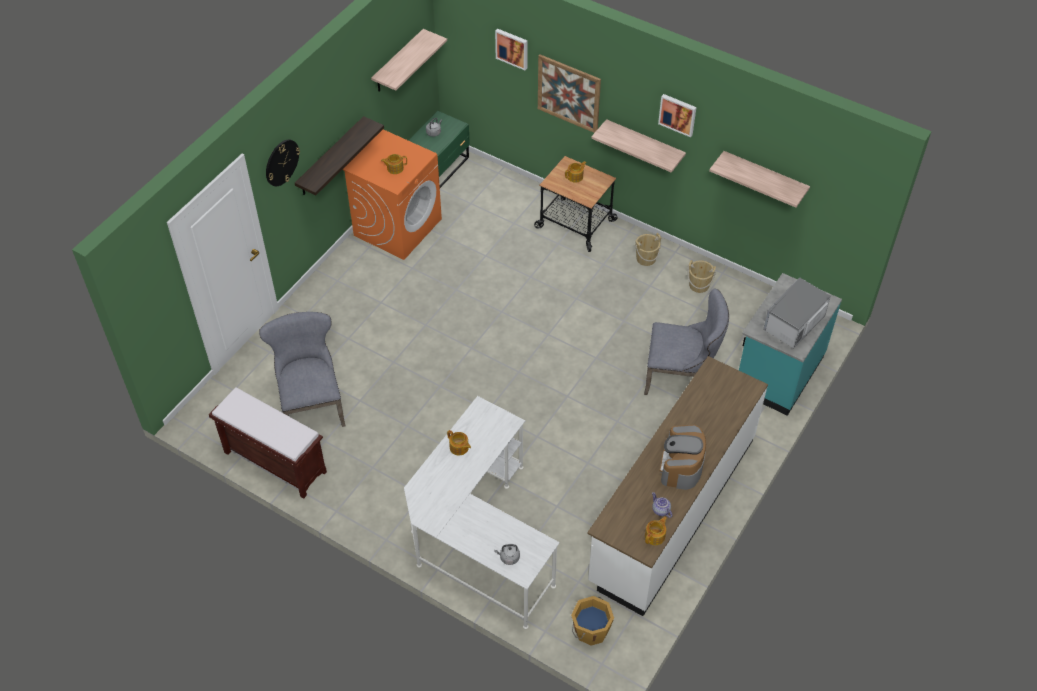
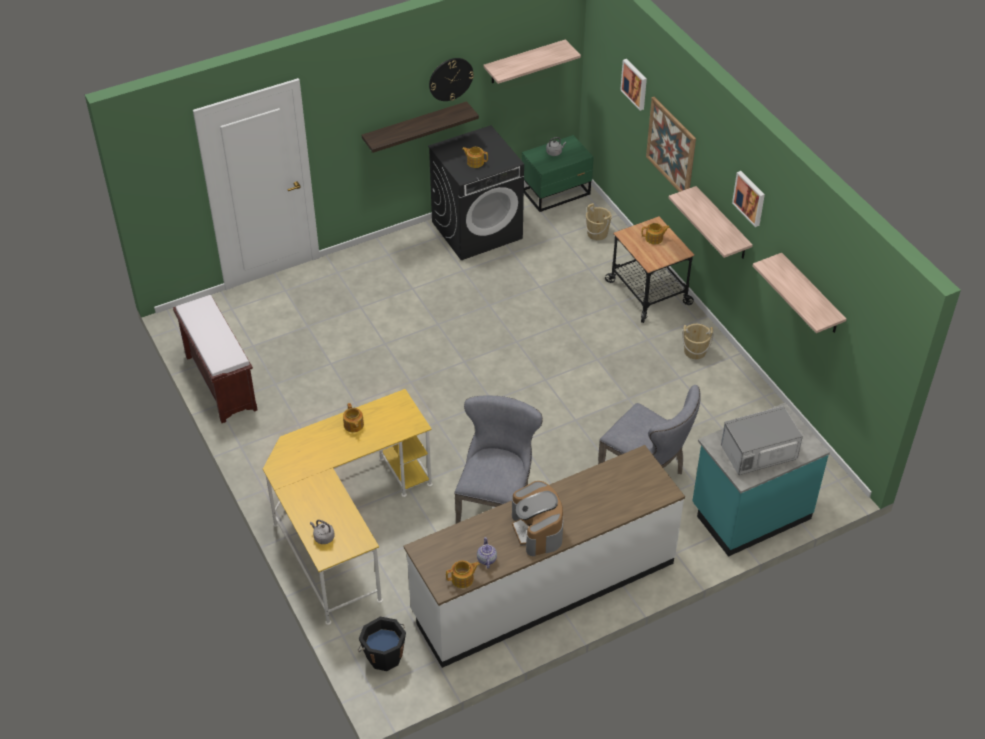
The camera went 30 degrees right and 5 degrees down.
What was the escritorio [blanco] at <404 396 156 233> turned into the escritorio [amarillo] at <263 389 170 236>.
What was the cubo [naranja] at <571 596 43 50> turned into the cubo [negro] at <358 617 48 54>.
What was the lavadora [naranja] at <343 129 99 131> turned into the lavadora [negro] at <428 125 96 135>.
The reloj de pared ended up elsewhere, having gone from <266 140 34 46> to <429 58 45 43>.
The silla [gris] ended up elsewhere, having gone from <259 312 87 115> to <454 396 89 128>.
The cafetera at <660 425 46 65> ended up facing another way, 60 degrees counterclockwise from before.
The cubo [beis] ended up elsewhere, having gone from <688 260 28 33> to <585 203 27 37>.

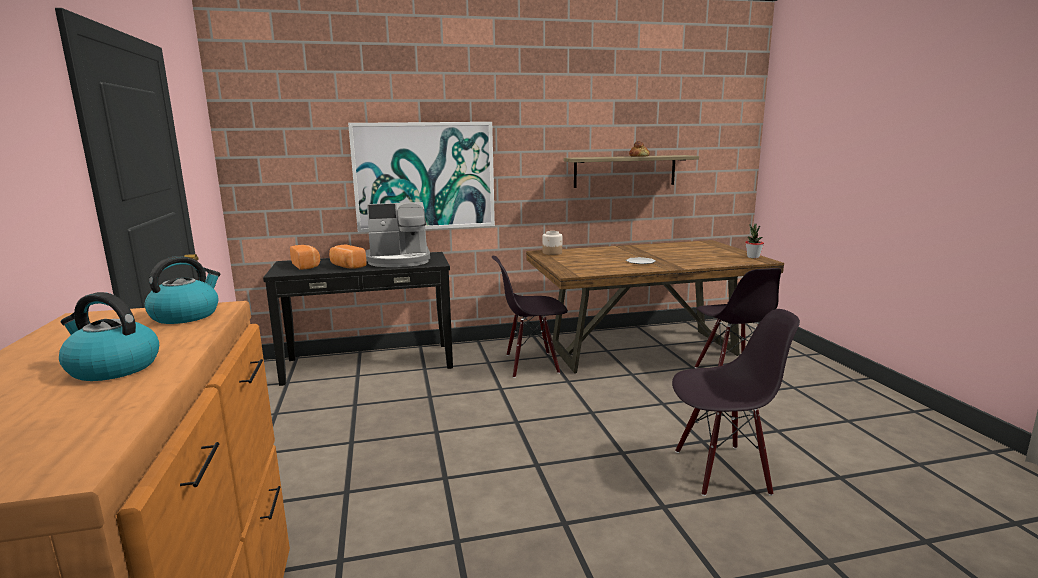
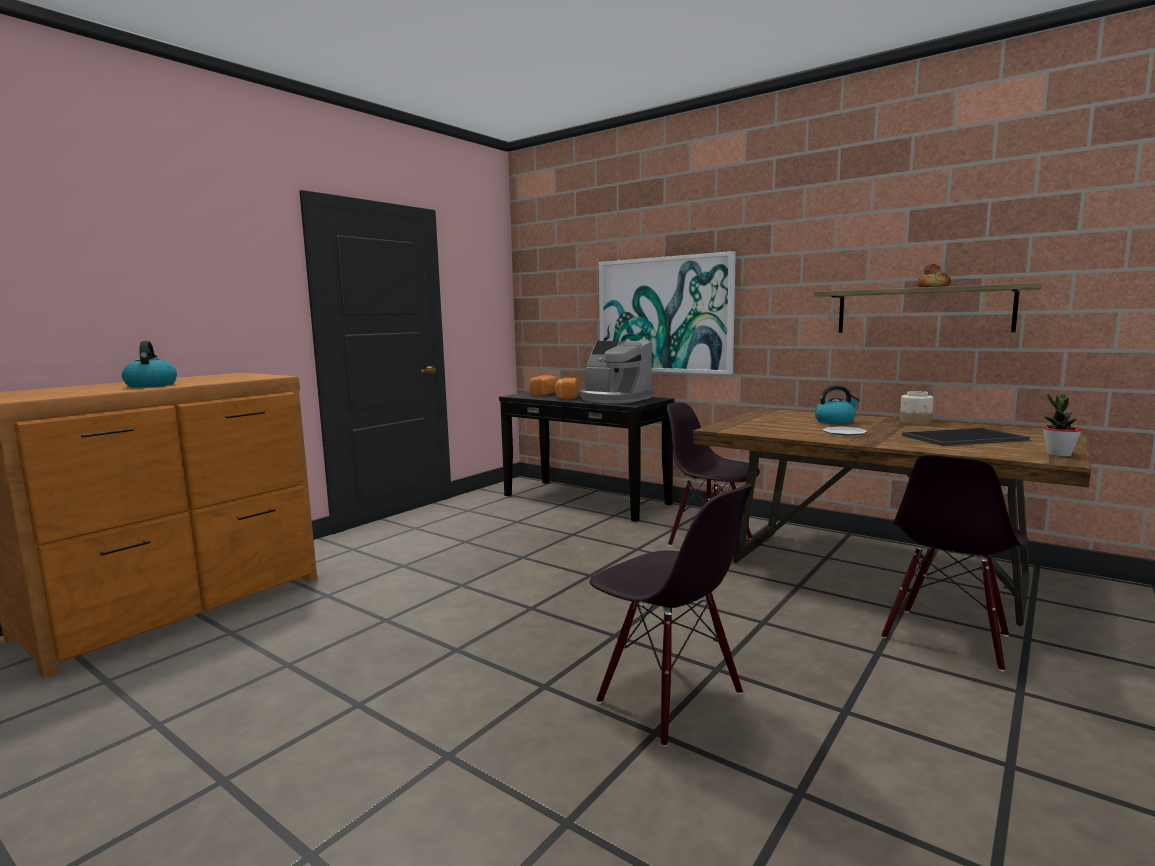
The camera went 50 degrees right and 5 degrees down.
The hervidor ended up elsewhere, having gone from <145 256 75 68> to <815 385 45 39>.
The tarro ended up elsewhere, having gone from <543 231 19 24> to <900 391 34 34>.
The second view gained the bandeja at <902 428 128 18>.

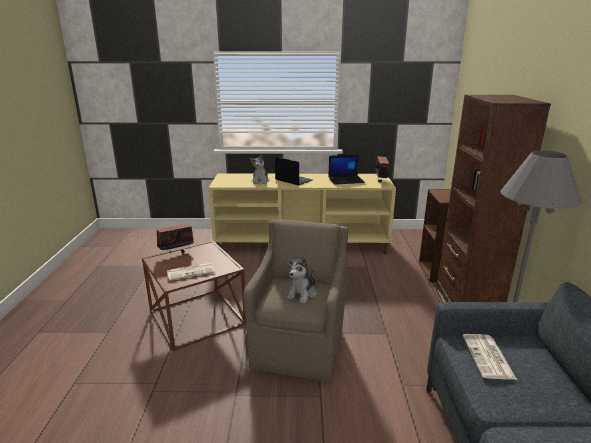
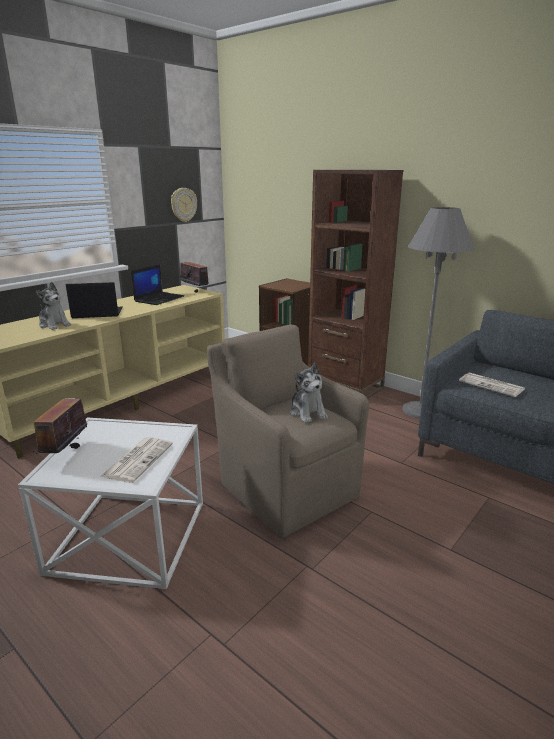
The camera went 50 degrees left and 0 degrees up.
What was the mesa auxiliar [marrón] at <142 241 104 110> turned into the mesa auxiliar [blanco] at <18 418 185 171>.
The second view gained the reloj de pared at <171 188 26 34>.

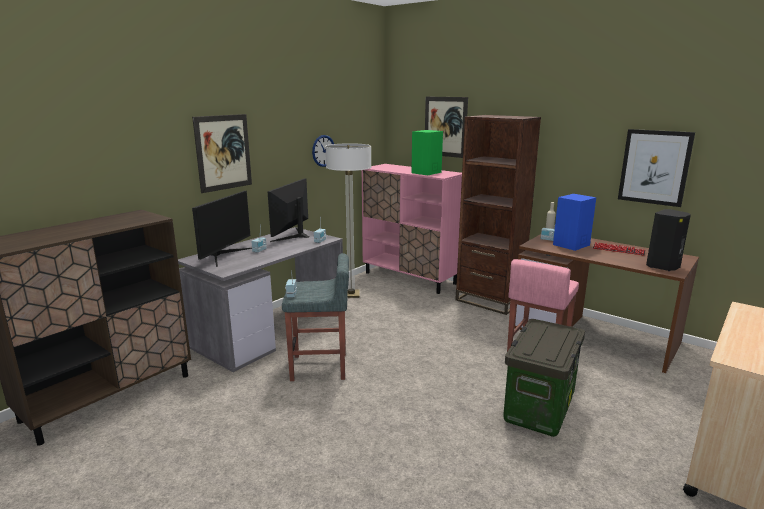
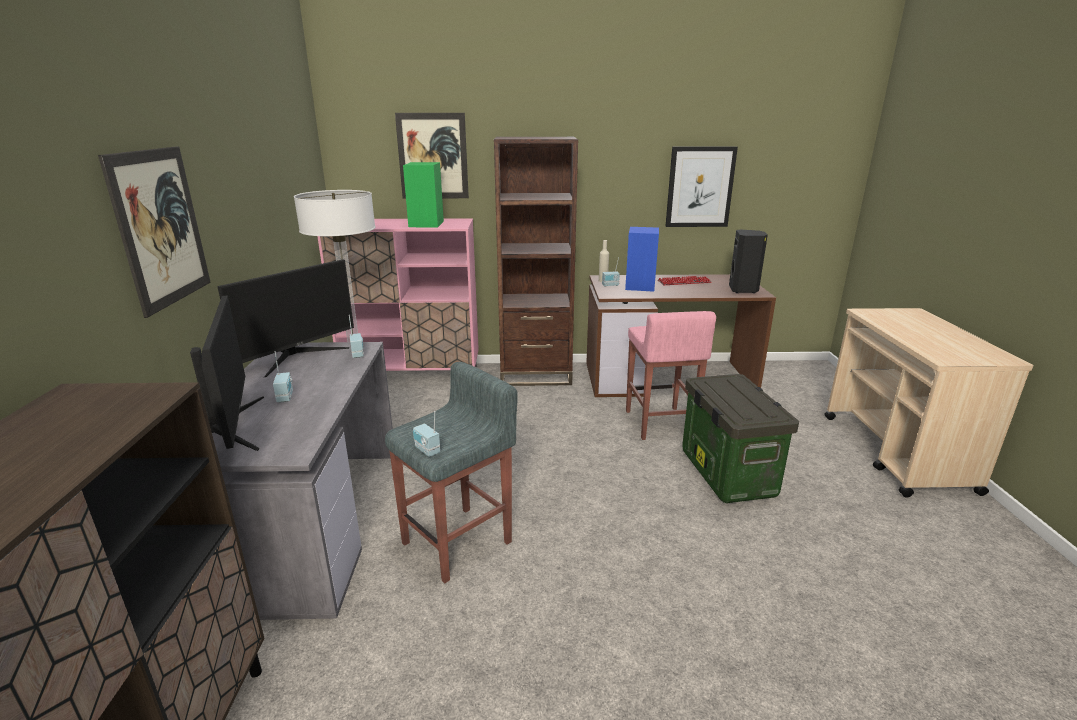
The camera went 40 degrees left and 5 degrees up.
The monitor at <268 178 41 64> ended up facing another way, 120 degrees counterclockwise from before.
The second view lost the reloj de pared at <312 135 22 32>.

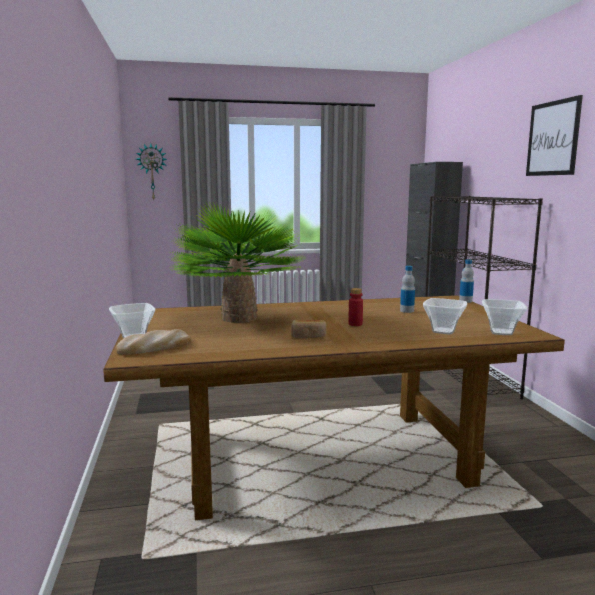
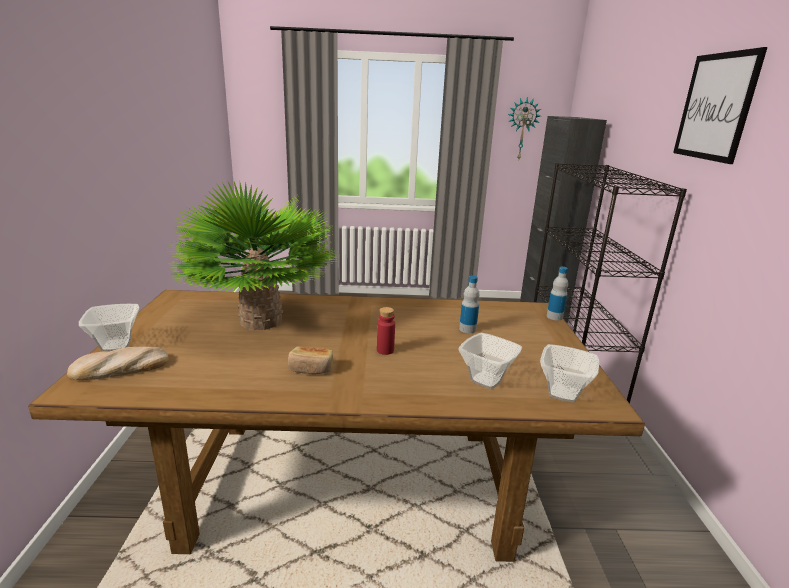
The camera went 10 degrees right and 10 degrees up.
The reloj de pared ended up elsewhere, having gone from <136 143 31 57> to <508 97 33 62>.

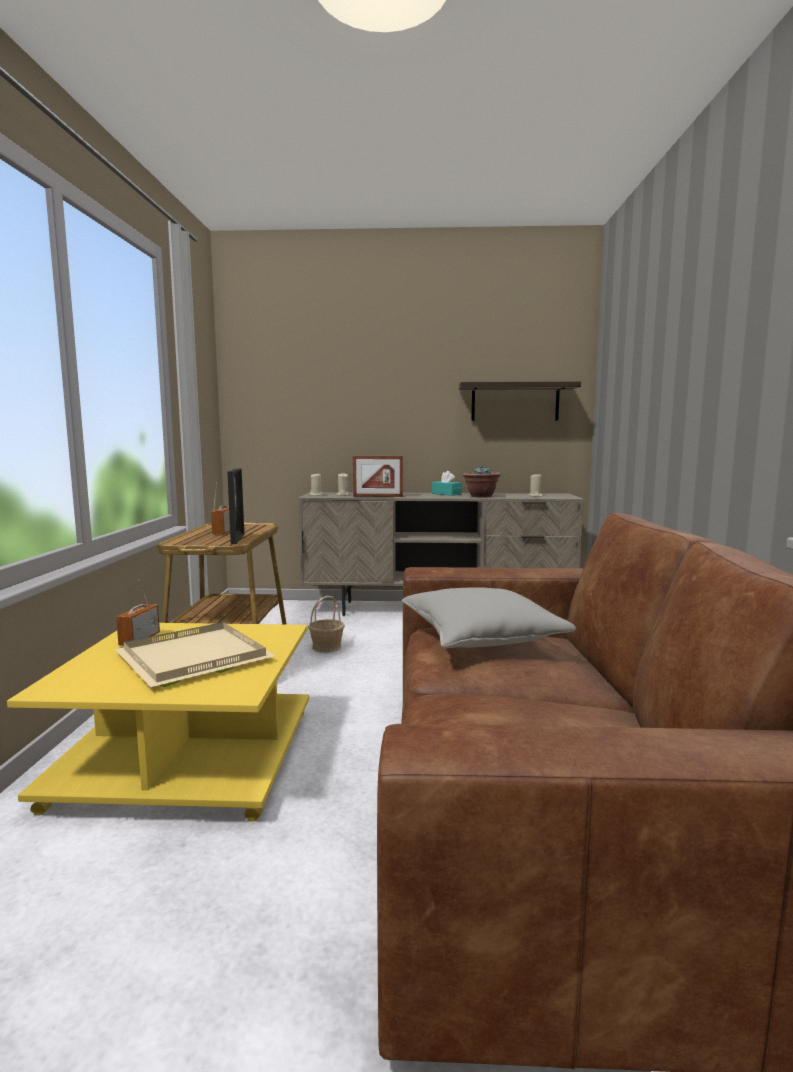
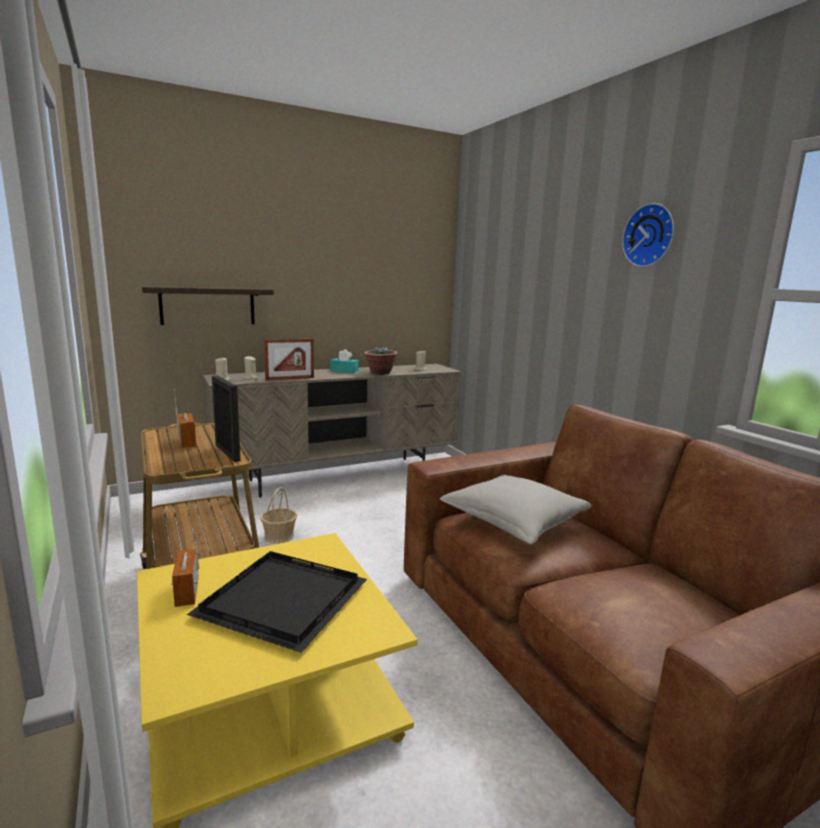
The camera went 30 degrees left and 5 degrees up.
The estante ended up elsewhere, having gone from <459 381 122 40> to <141 286 133 39>.
What was the bandeja [beis] at <115 622 160 65> turned into the bandeja [negro] at <187 551 180 102>.
The second view gained the reloj de pared at <622 203 52 64>.

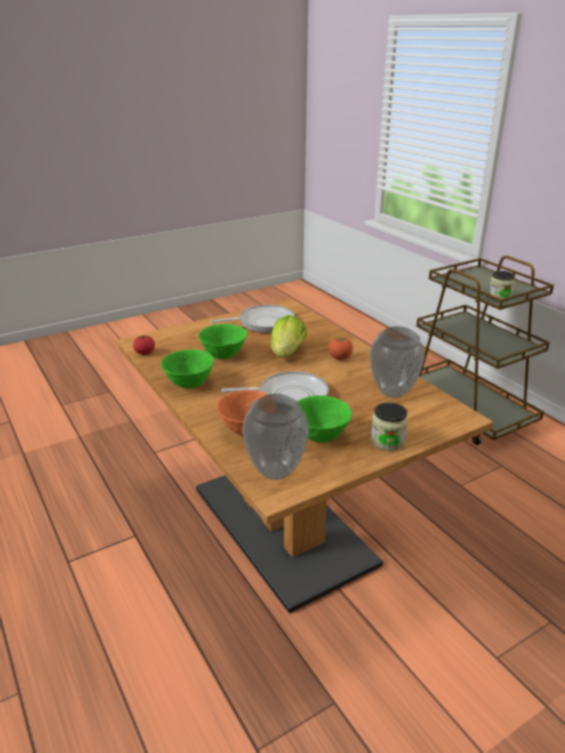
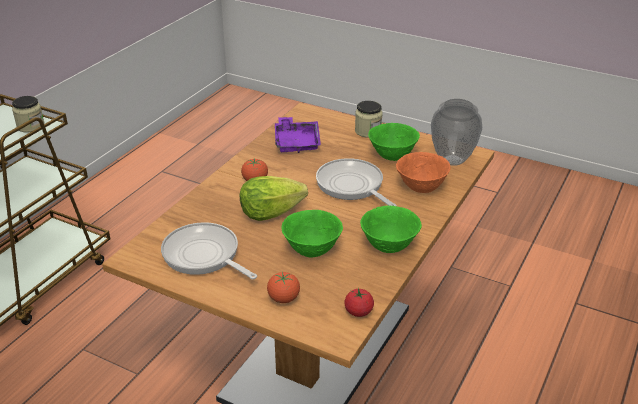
The camera went 120 degrees left and 5 degrees up.
The second view gained the tomate at <267 272 33 31>.
Where the florero stood at <369 327 56 71>, the bandeja [morado] came to stand at <275 117 46 36>.

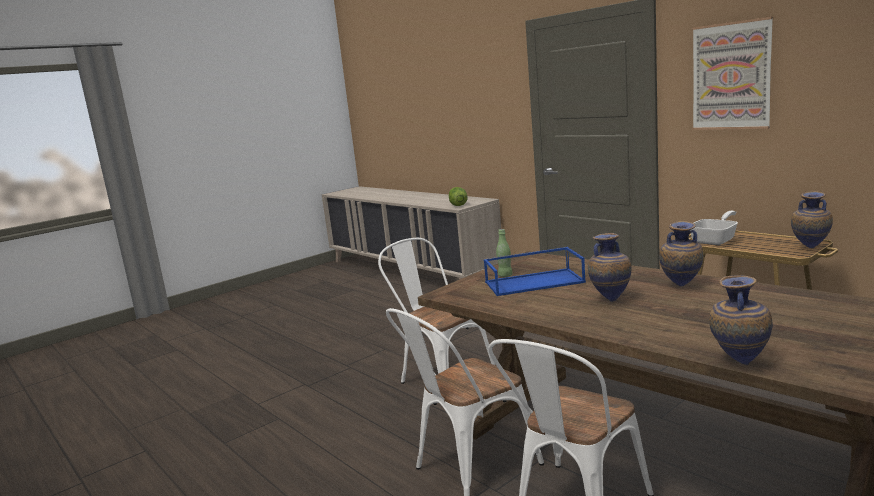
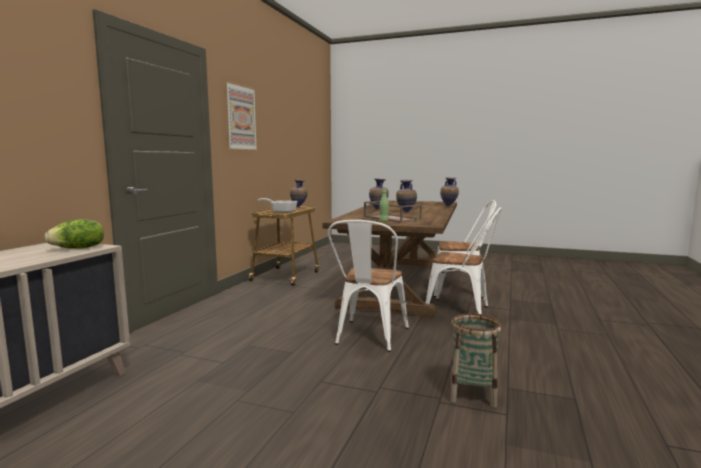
The camera went 120 degrees left and 5 degrees down.
What was the bandeja [azul] at <483 247 103 49> turned into the bandeja [marrón] at <364 201 58 22>.
The second view gained the cesta at <450 313 51 95>.

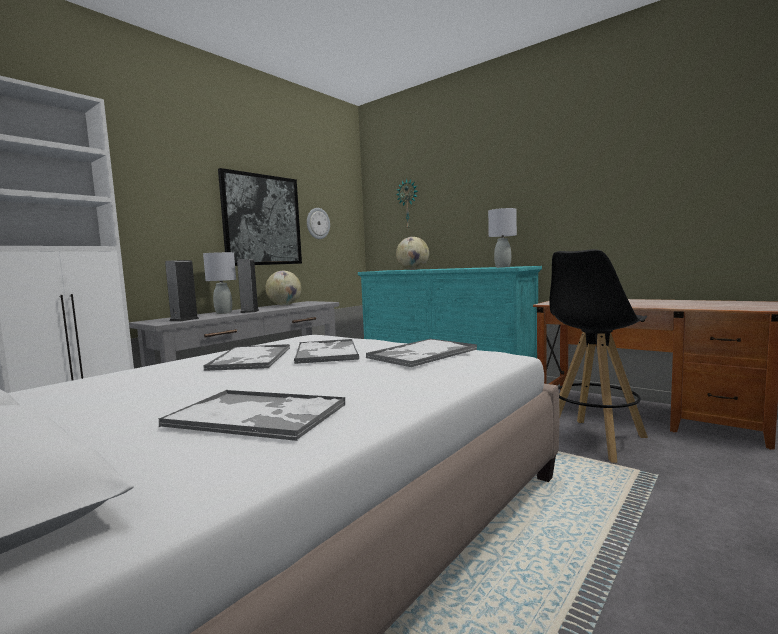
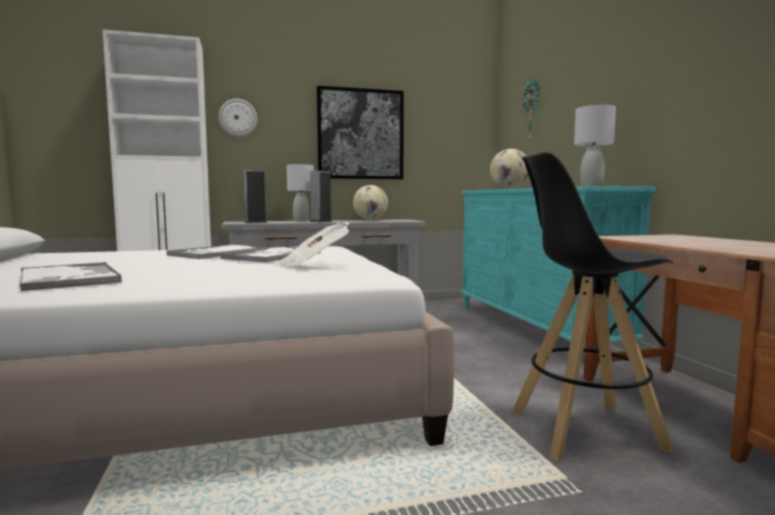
The camera went 35 degrees right and 0 degrees up.
The reloj de pared ended up elsewhere, having gone from <307 208 23 31> to <219 99 38 38>.
Where the bandeja stood at <366 339 111 28>, the periódico came to stand at <274 222 76 45>.

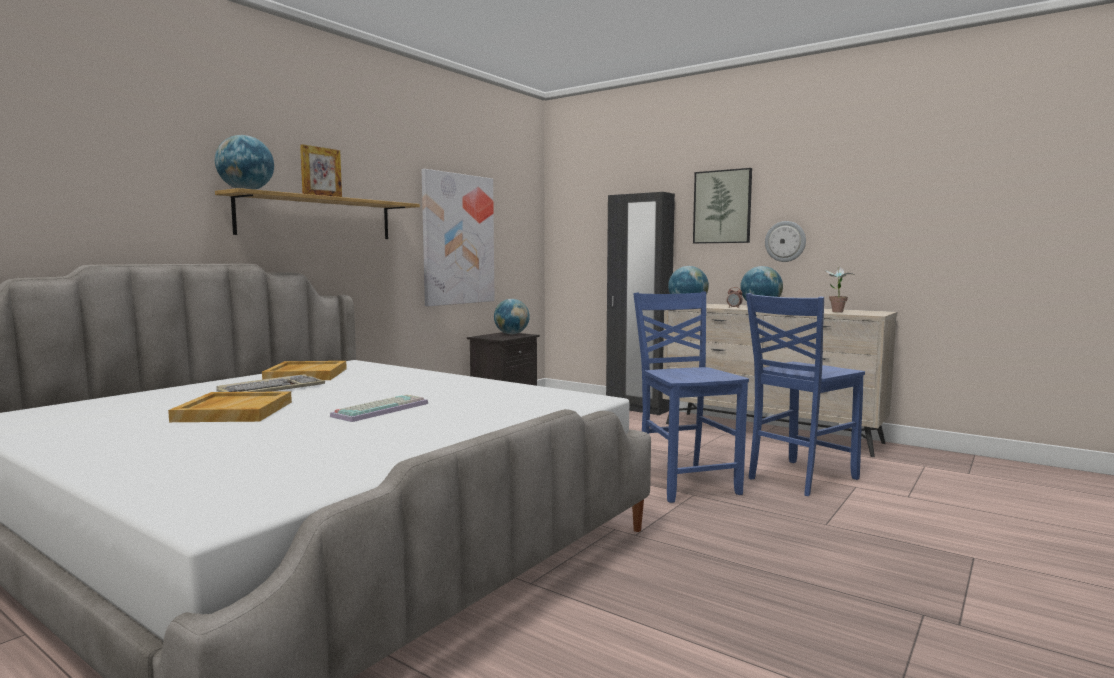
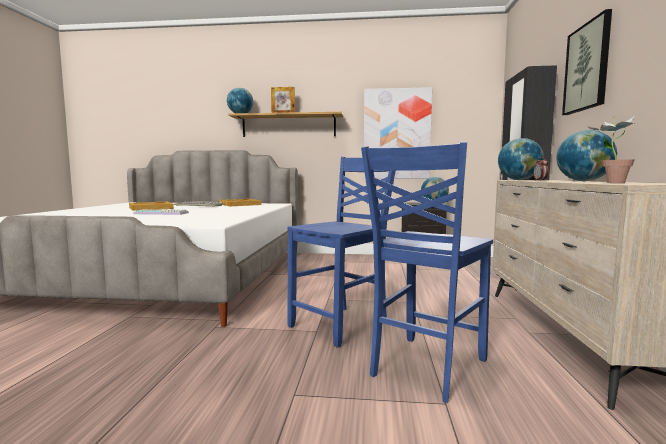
The camera went 60 degrees right and 0 degrees up.
The silla [azul] at <746 293 119 203> ended up facing another way, 75 degrees counterclockwise from before.
The second view lost the reloj de pared at <765 221 41 41>.

